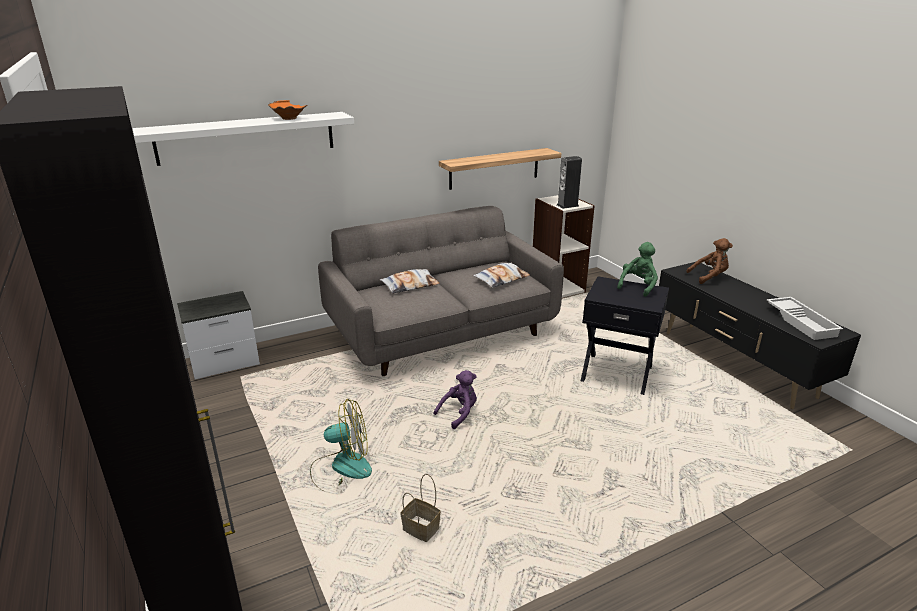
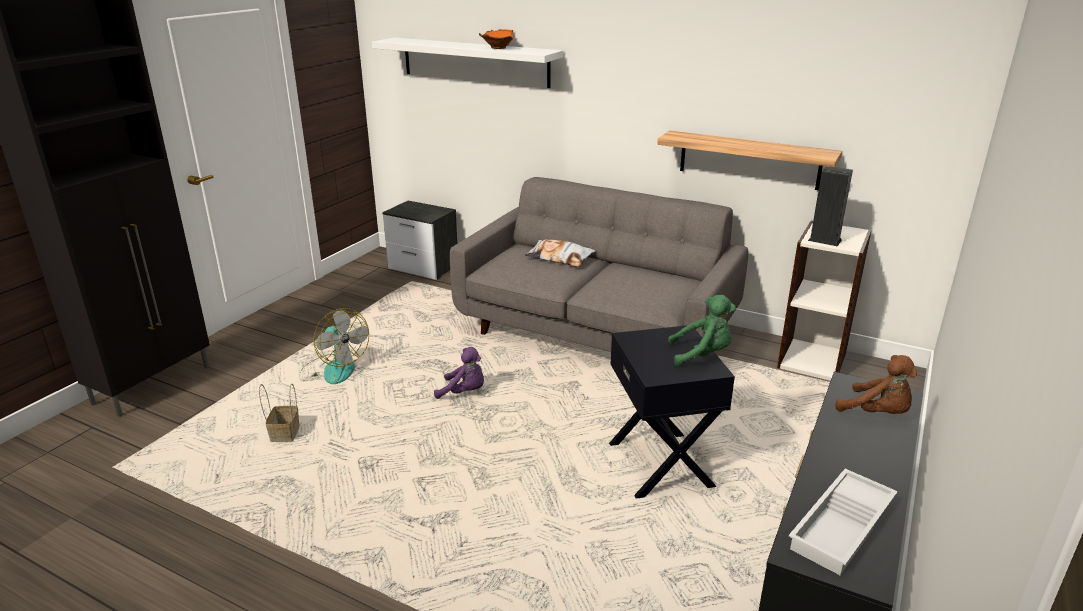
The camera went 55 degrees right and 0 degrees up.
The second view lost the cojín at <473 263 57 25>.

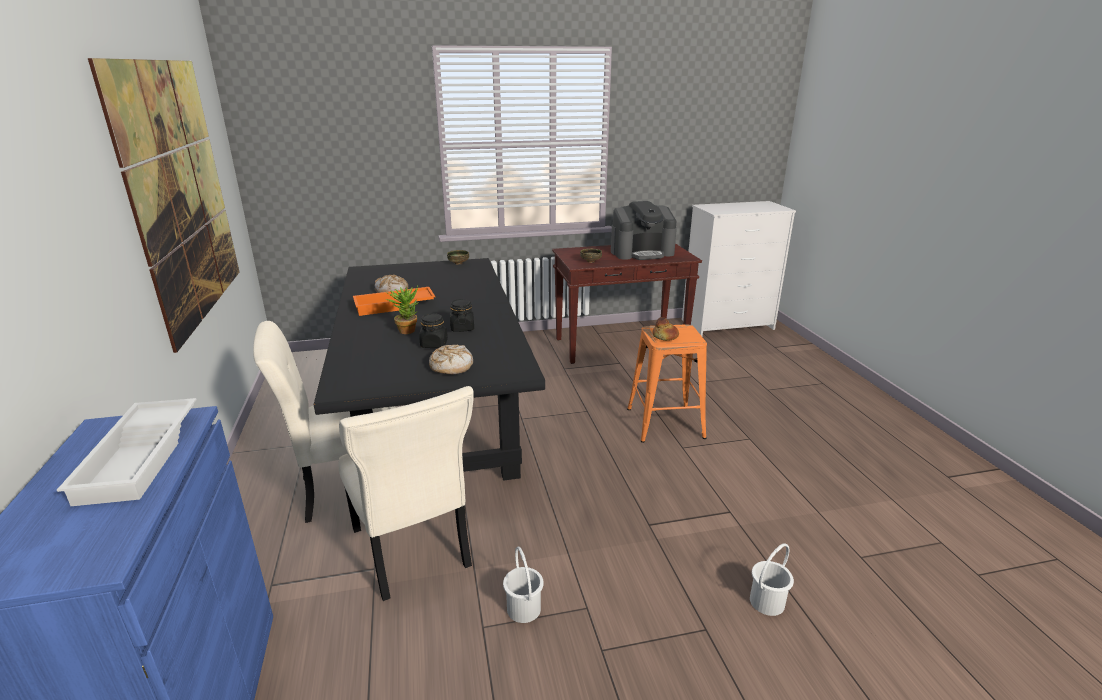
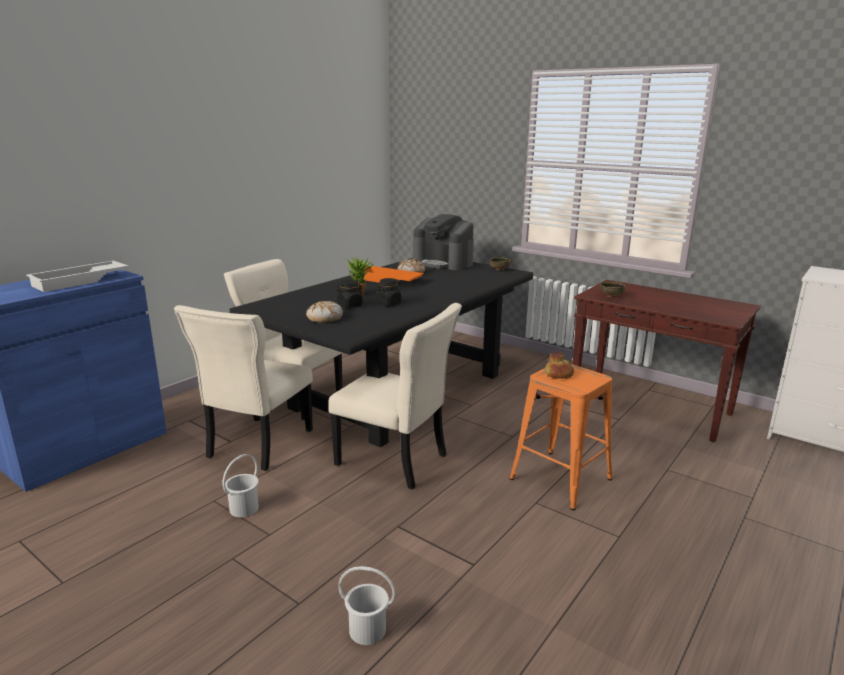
The camera went 50 degrees right and 5 degrees down.
The second view gained the silla [beis] at <328 303 134 187>.
The cafetera ended up elsewhere, having gone from <611 201 66 59> to <413 214 61 56>.
The second view lost the cuadro at <88 58 152 295>.

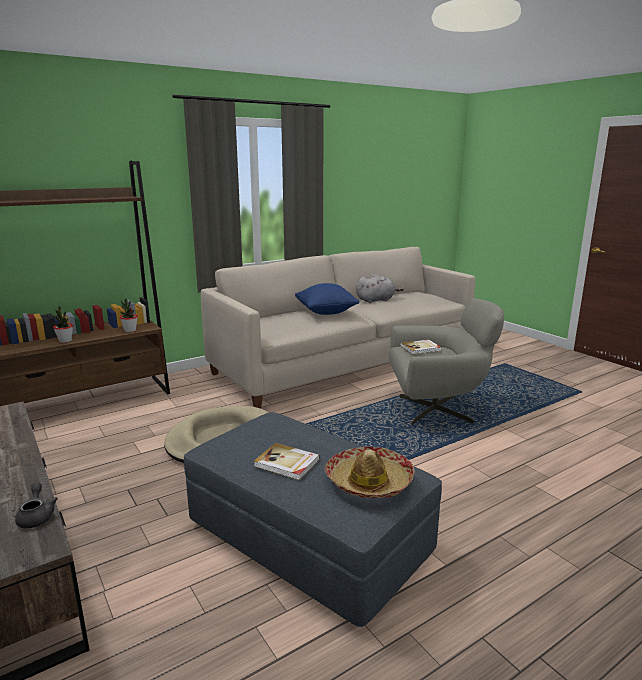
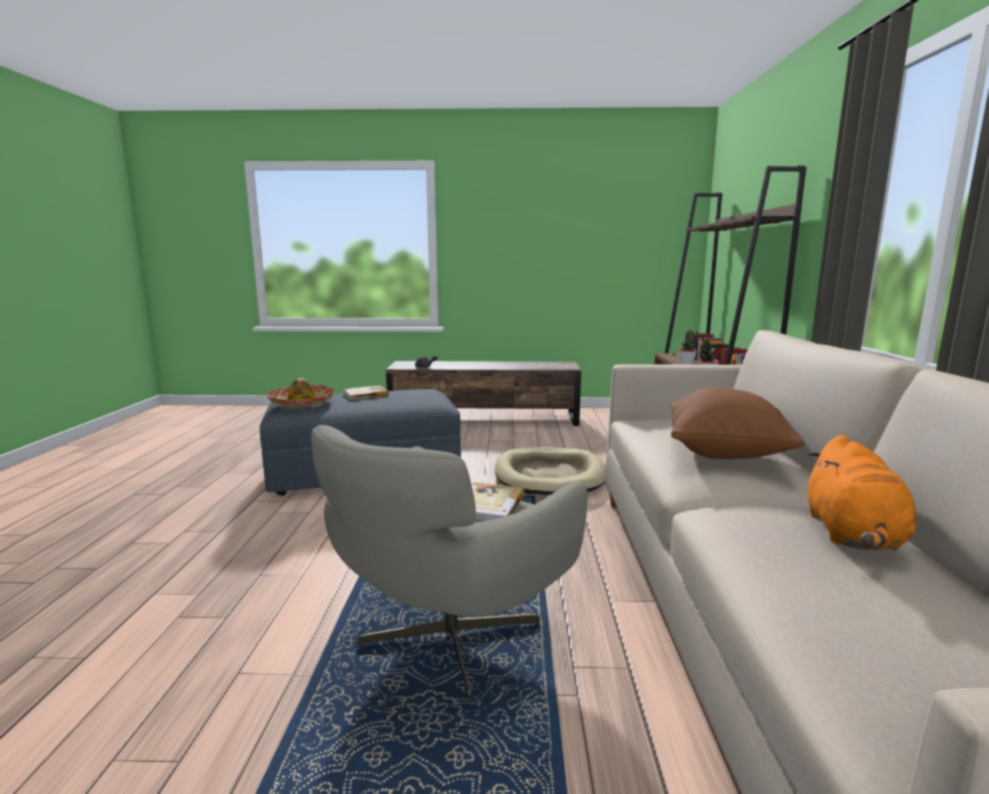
The camera went 125 degrees right and 5 degrees down.
What was the cojín [azul] at <295 283 64 32> turned into the cojín [marrón] at <670 387 134 72>.
What was the peluche [gris] at <356 274 48 29> turned into the peluche [naranja] at <808 435 108 116>.

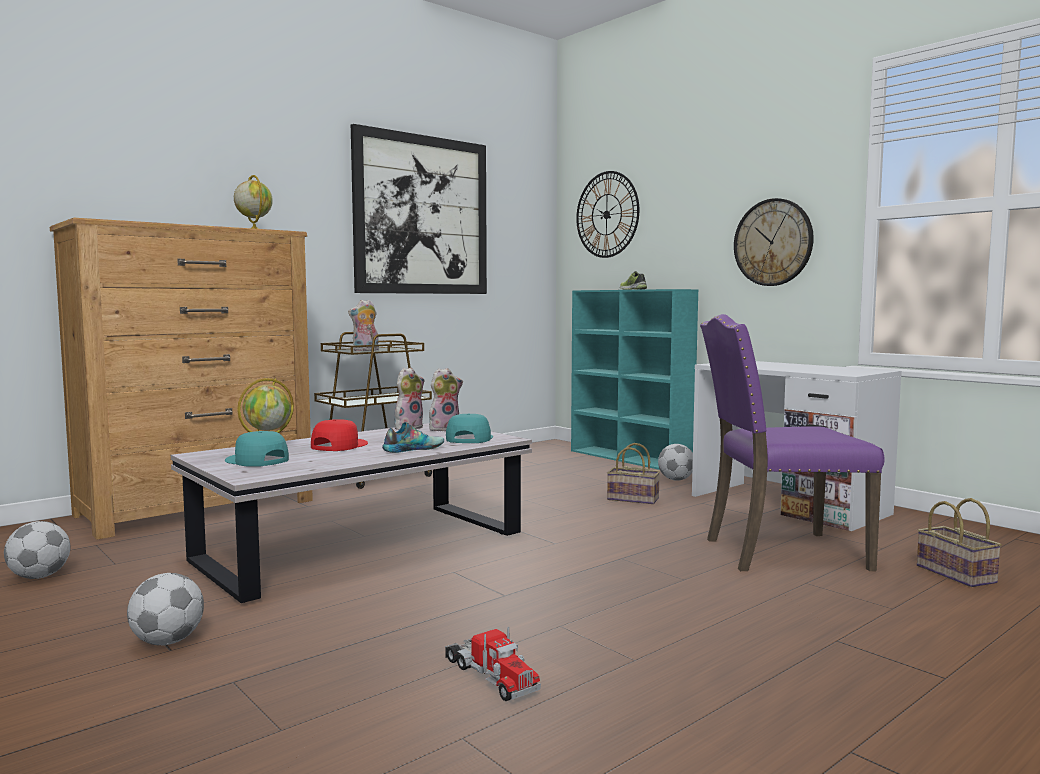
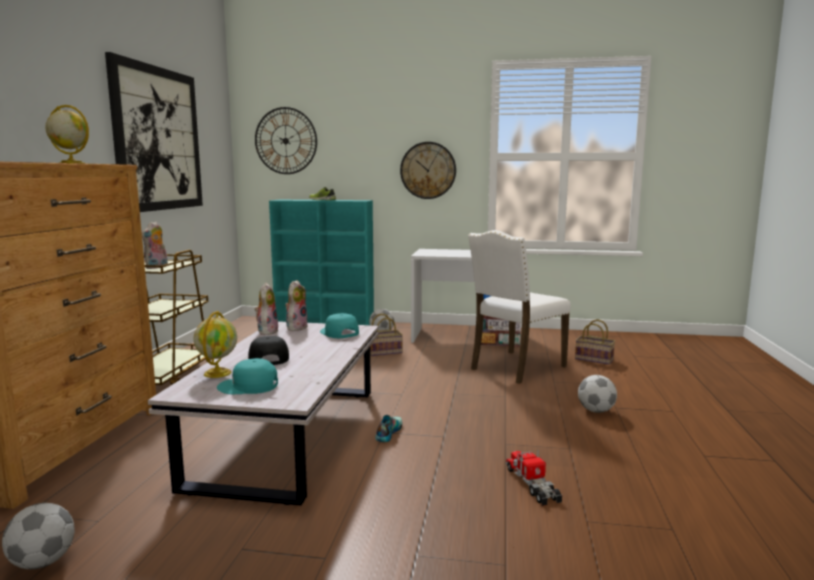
The camera went 40 degrees left and 5 degrees up.
What was the gorra [rojo] at <311 419 57 32> turned into the gorra [negro] at <248 336 41 29>.
The zapato ended up elsewhere, having gone from <382 422 62 31> to <375 415 27 27>.
What was the silla [morado] at <700 314 185 257> turned into the silla [blanco] at <468 230 103 154>.
The camión de juguete at <445 627 96 74> ended up facing another way, 120 degrees counterclockwise from before.
The balón de fútbol ended up elsewhere, having gone from <127 573 77 73> to <578 375 39 38>.

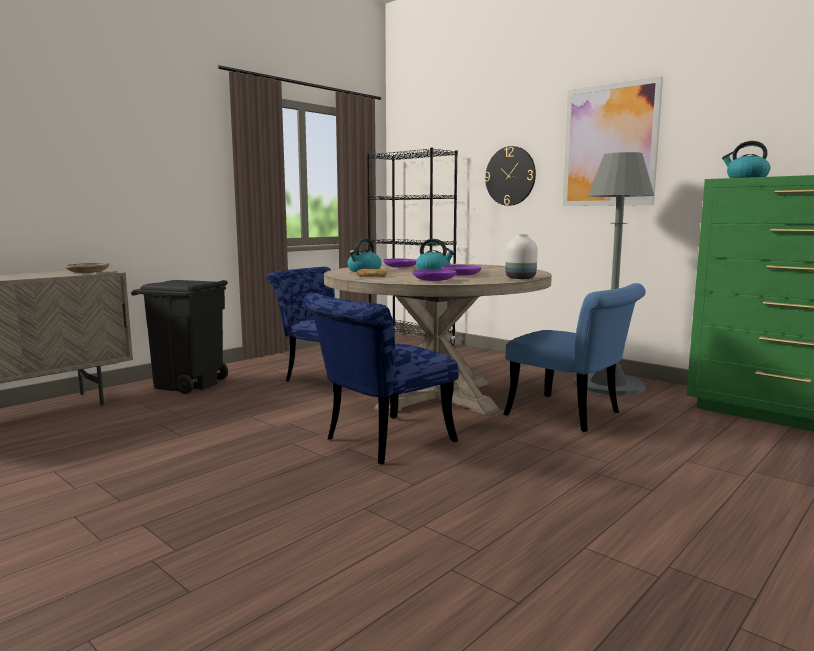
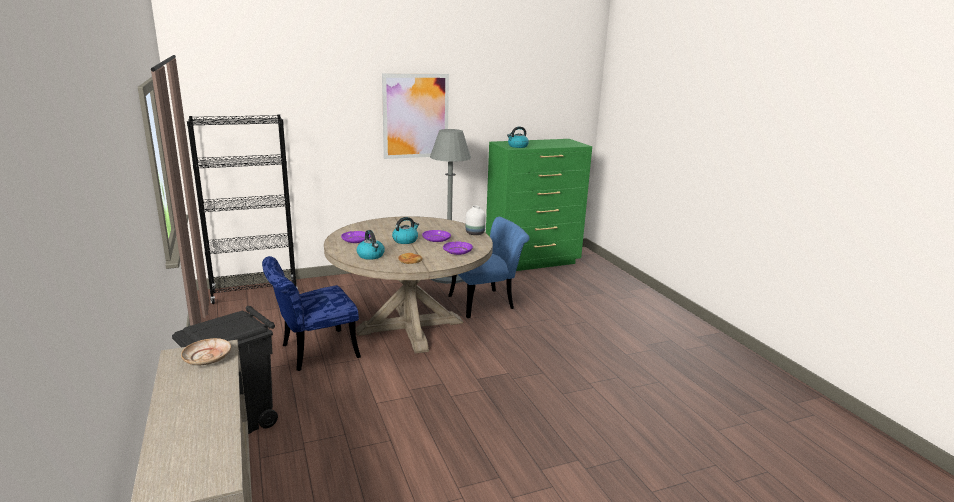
The camera went 65 degrees left and 10 degrees up.
The second view lost the silla [azul] at <303 293 156 171>.
The second view lost the reloj de pared at <485 146 51 60>.

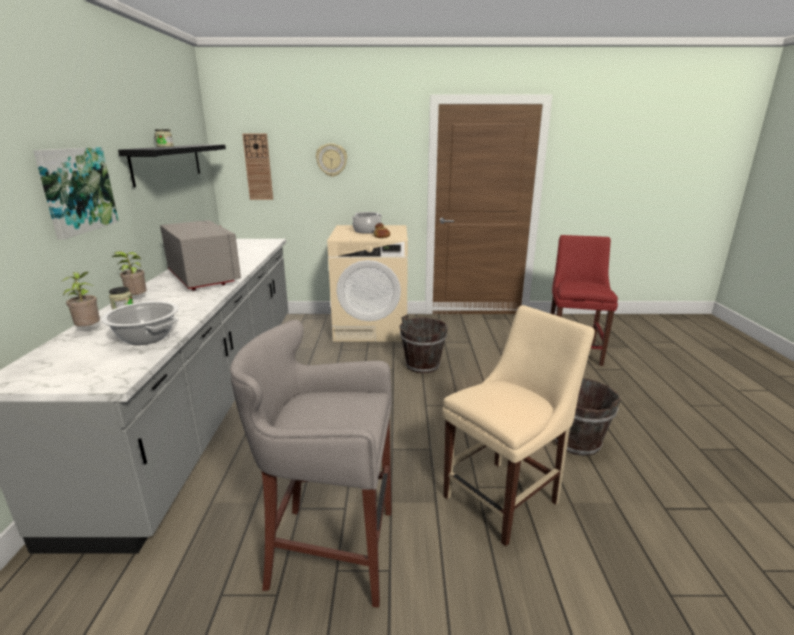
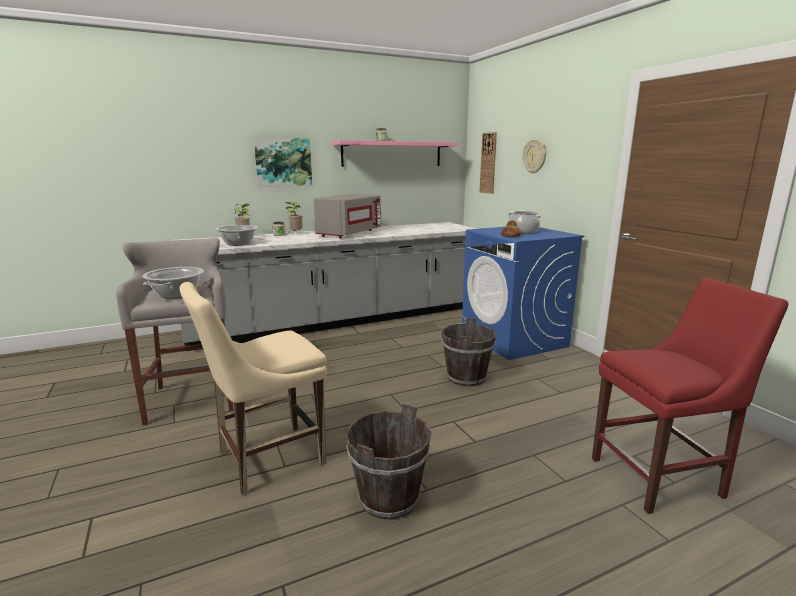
The camera went 65 degrees right and 5 degrees down.
The second view gained the olla at <142 267 62 31>.
The silla [beis] at <442 305 153 241> ended up facing another way, 120 degrees clockwise from before.
What was the estante [negro] at <118 144 108 43> turned into the estante [rosa] at <332 140 126 27>.
What was the lavadora [beis] at <327 225 81 117> turned into the lavadora [azul] at <462 227 122 133>.

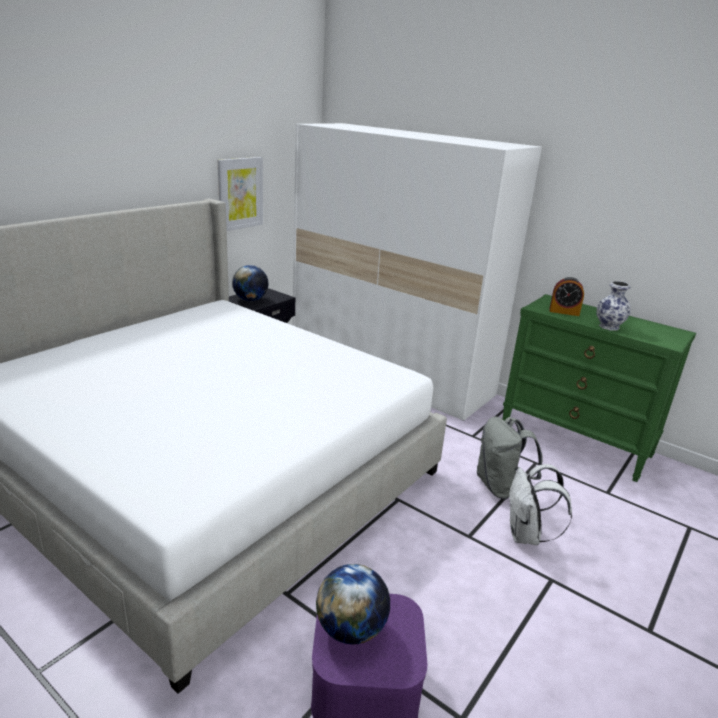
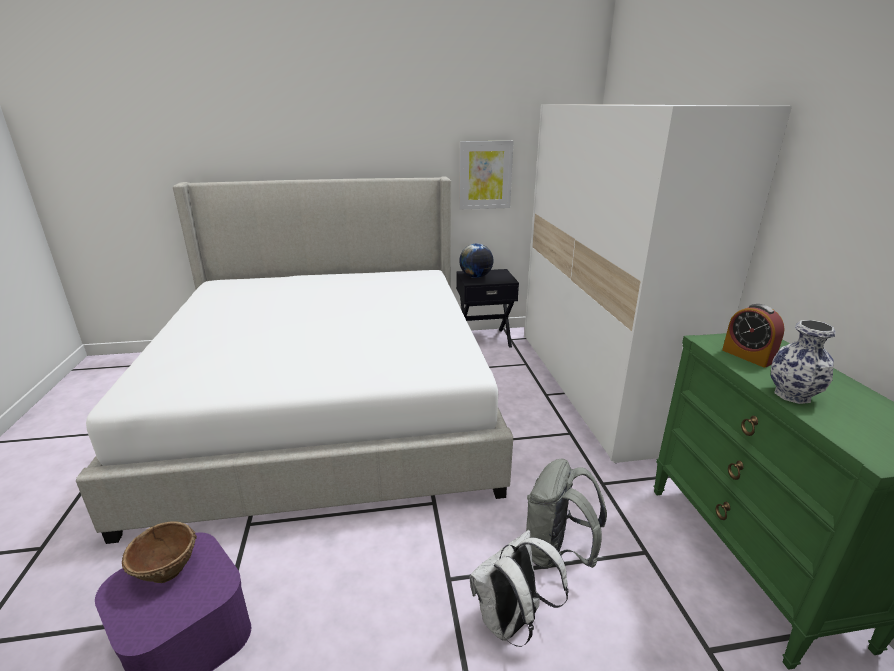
The camera went 45 degrees right and 0 degrees up.
Where the globo terráqueo stood at <316 564 74 80>, the cuenco [marrón] came to stand at <122 521 75 62>.

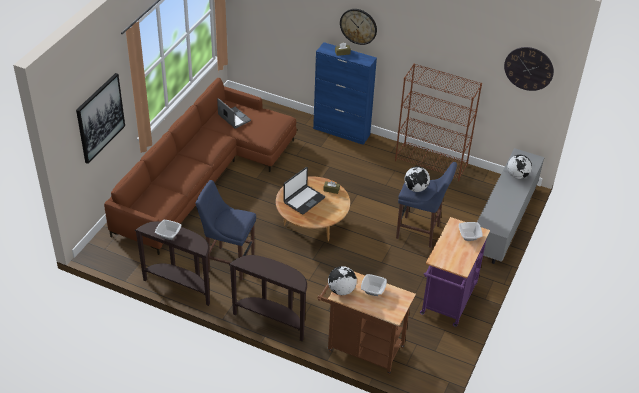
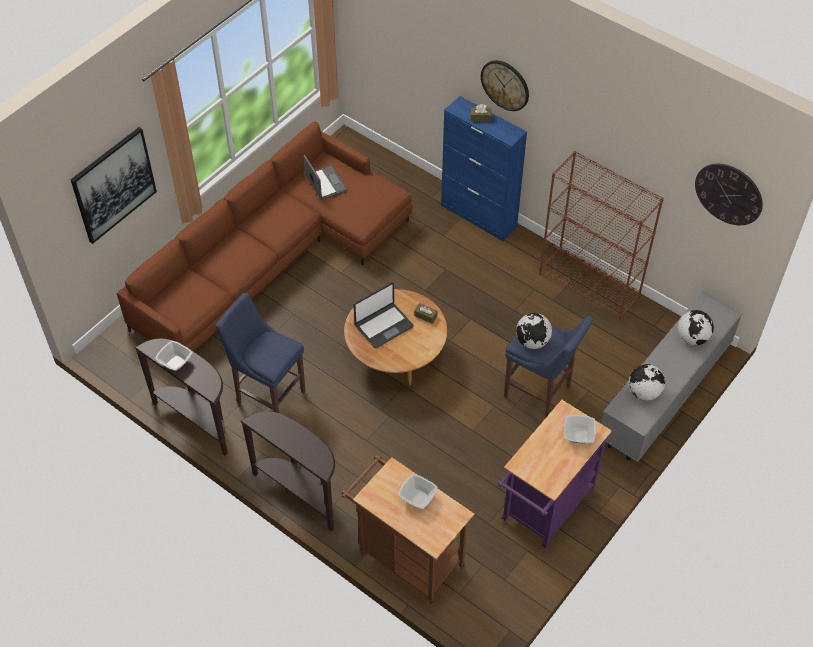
The camera went 15 degrees right and 10 degrees up.
The globo terráqueo ended up elsewhere, having gone from <328 266 29 29> to <628 364 37 36>.

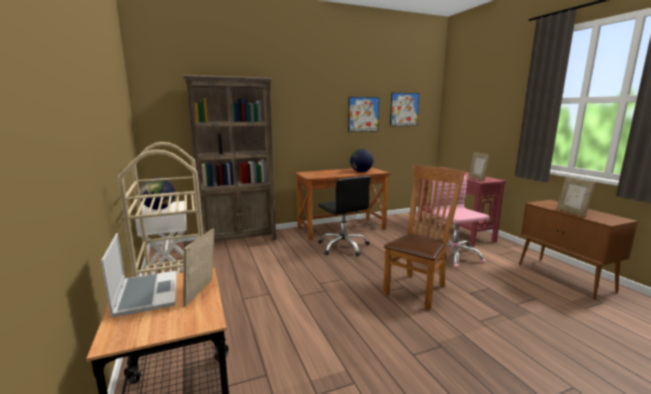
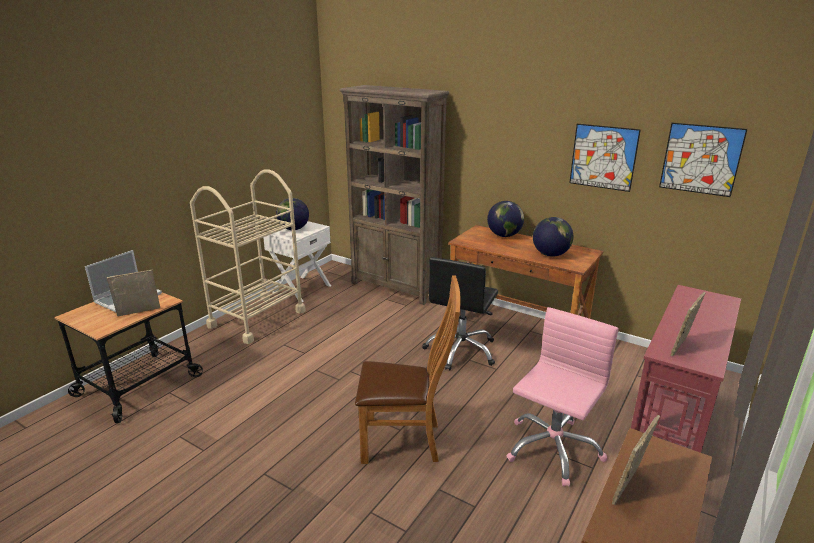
The camera went 55 degrees right and 10 degrees up.
The second view gained the globo terráqueo at <487 201 37 36>.

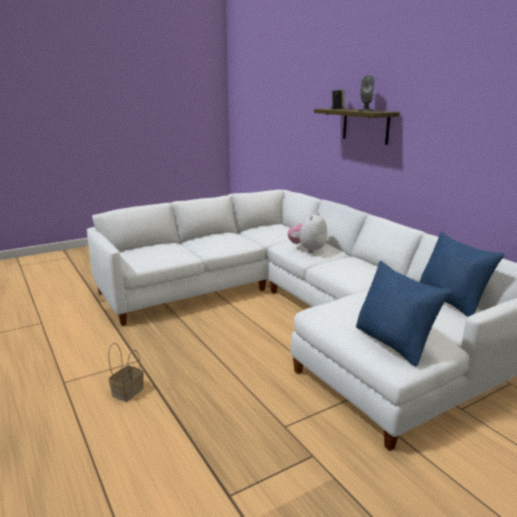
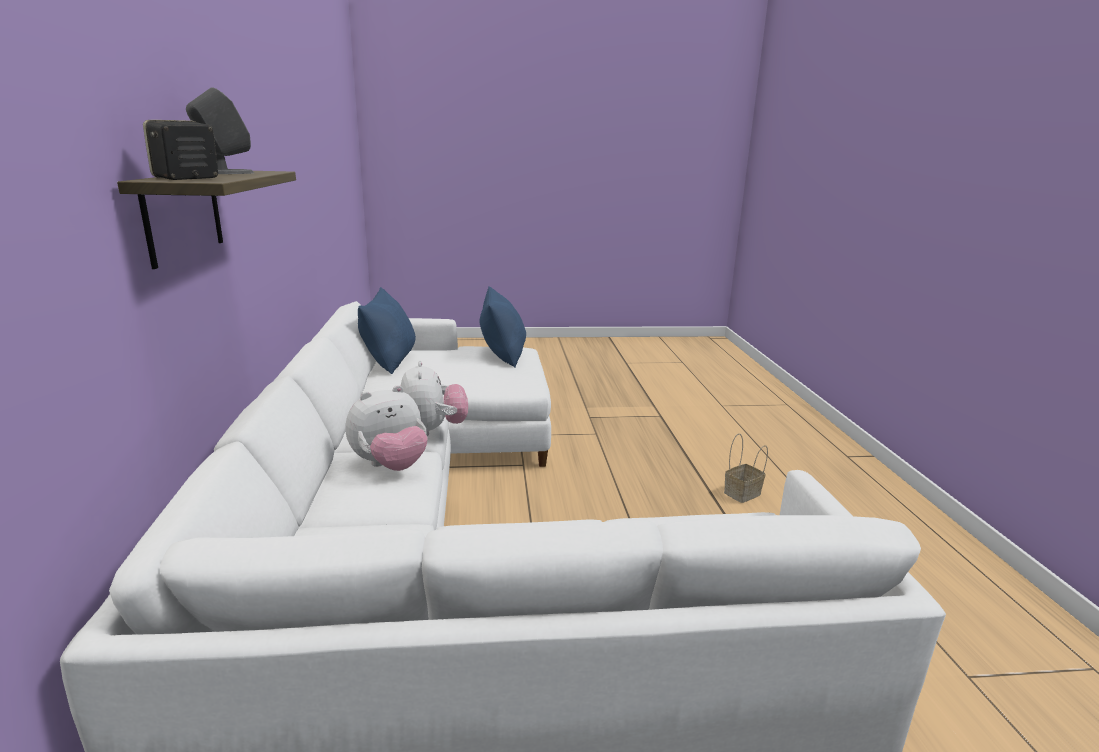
The camera went 155 degrees left and 0 degrees up.
The second view gained the peluche at <401 361 67 75>.

